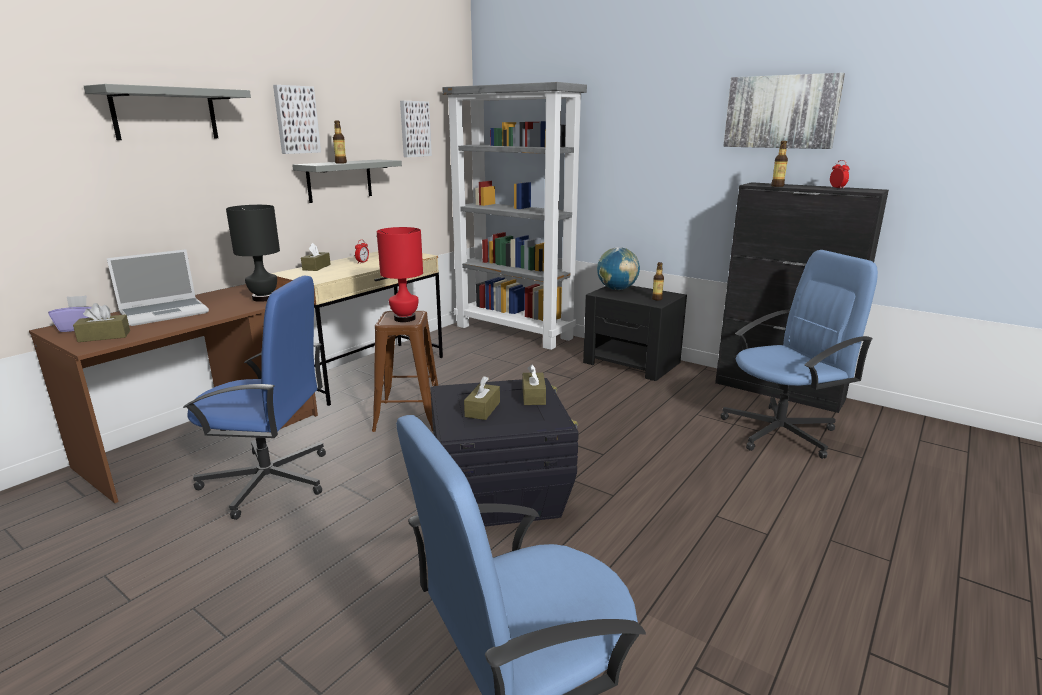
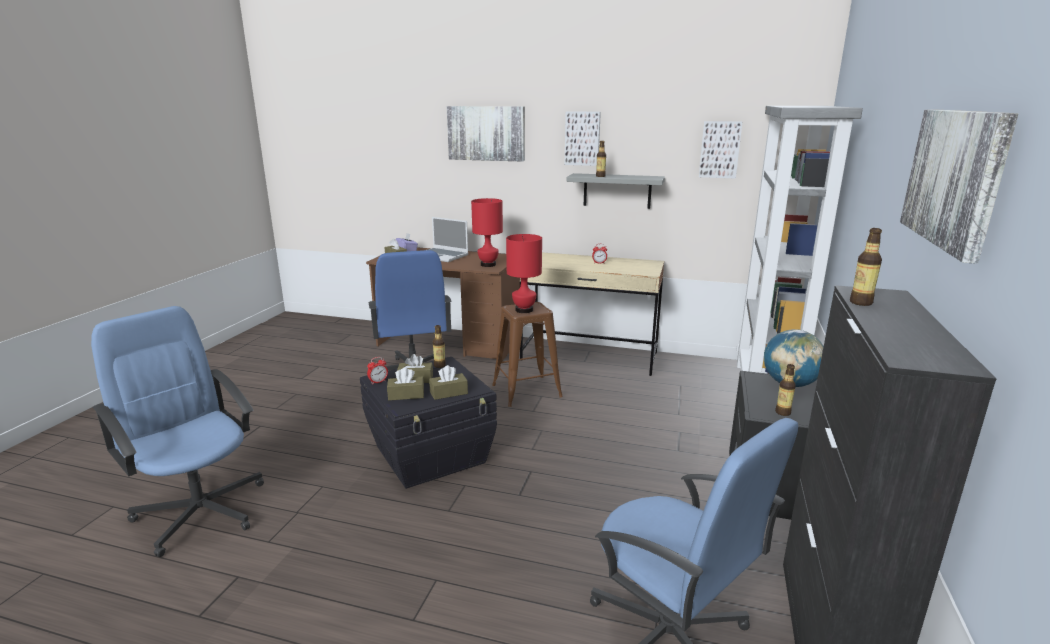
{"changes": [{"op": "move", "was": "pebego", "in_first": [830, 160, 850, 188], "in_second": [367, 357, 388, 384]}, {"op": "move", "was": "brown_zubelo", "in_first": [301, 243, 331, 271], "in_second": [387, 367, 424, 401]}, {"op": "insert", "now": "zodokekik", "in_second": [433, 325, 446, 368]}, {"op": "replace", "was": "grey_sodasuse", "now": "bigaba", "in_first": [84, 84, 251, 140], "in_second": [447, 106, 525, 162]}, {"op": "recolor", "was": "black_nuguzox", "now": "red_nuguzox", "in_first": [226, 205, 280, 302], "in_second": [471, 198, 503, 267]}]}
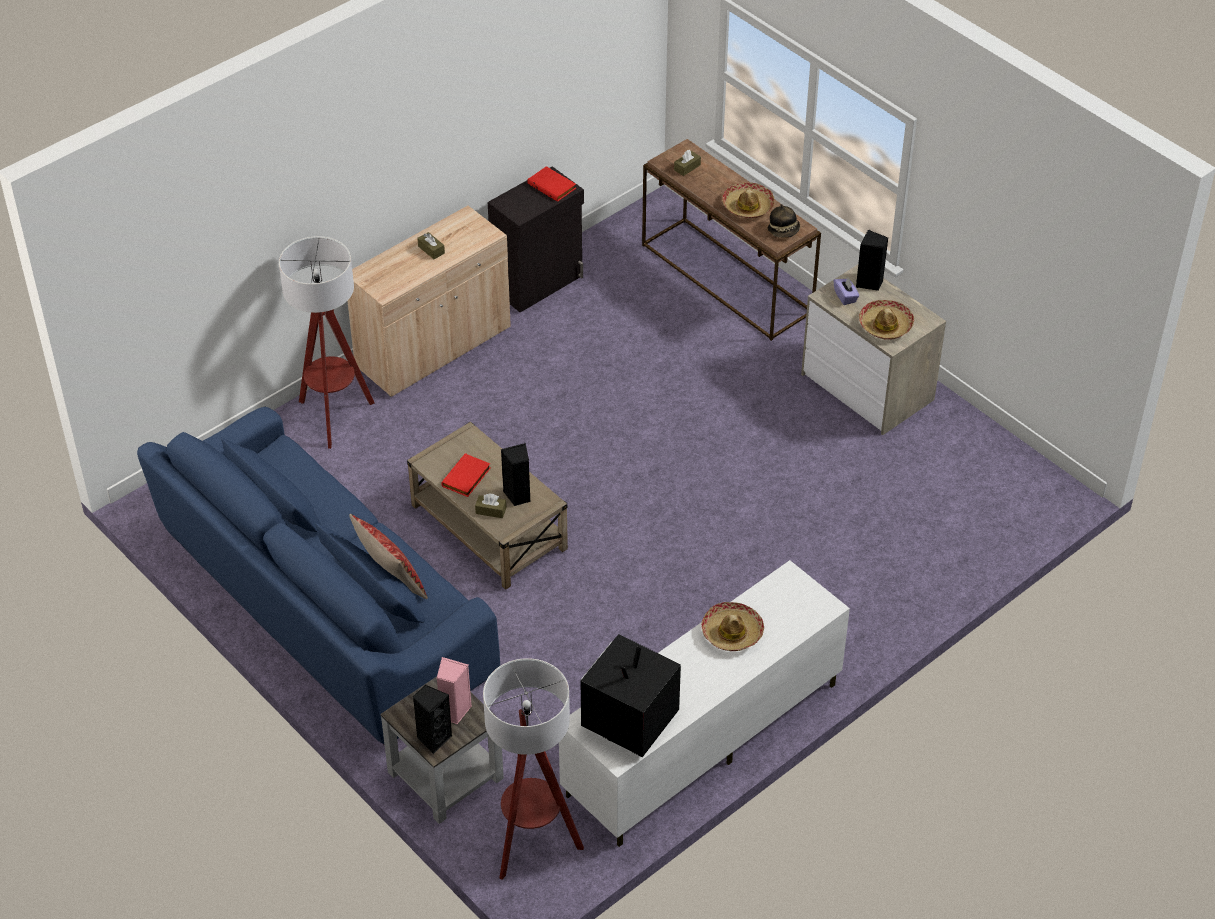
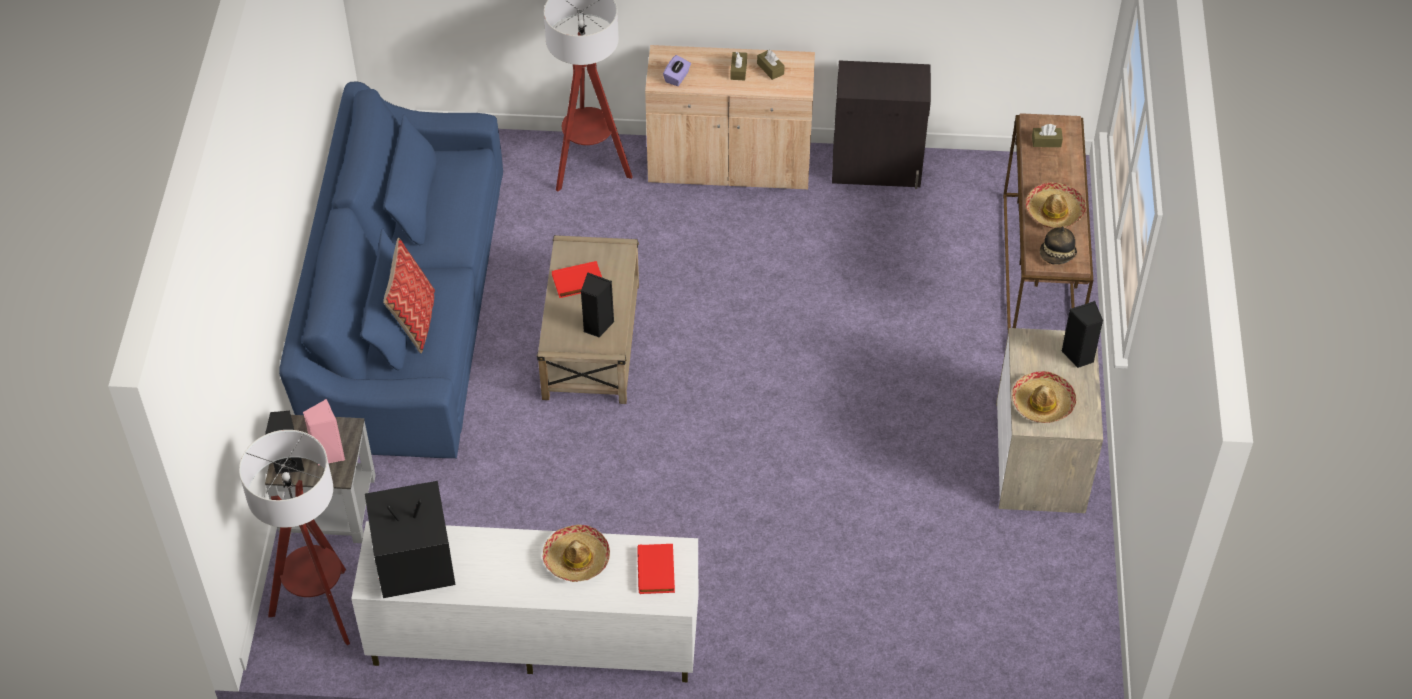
{"changes": [{"op": "move", "was": "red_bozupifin", "in_first": [527, 166, 576, 202], "in_second": [637, 544, 675, 594]}, {"op": "move", "was": "purple_zubelo", "in_first": [834, 278, 859, 305], "in_second": [663, 55, 691, 86]}, {"op": "move", "was": "brown_zubelo", "in_first": [475, 494, 506, 518], "in_second": [757, 50, 785, 80]}]}
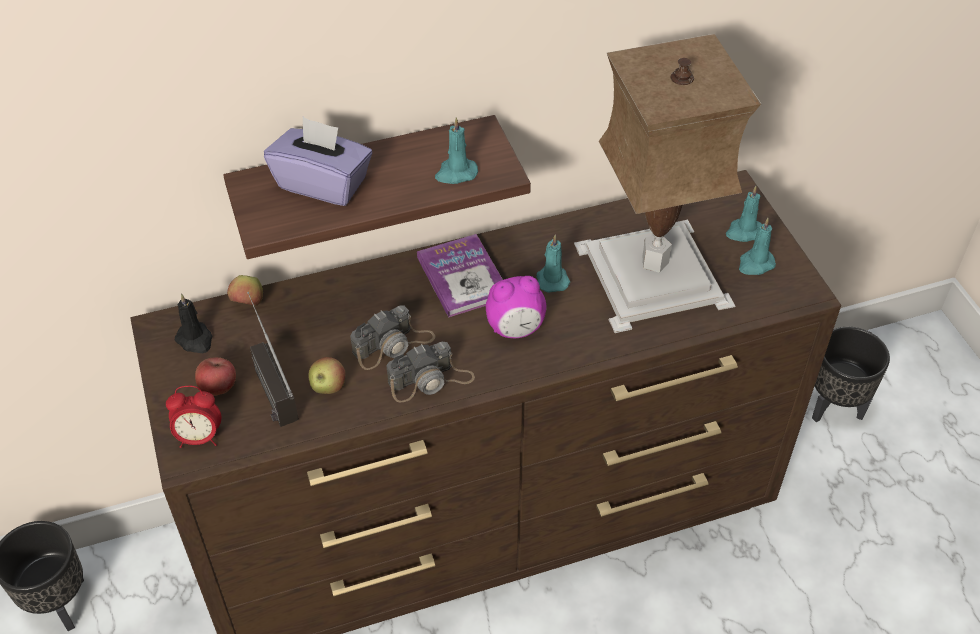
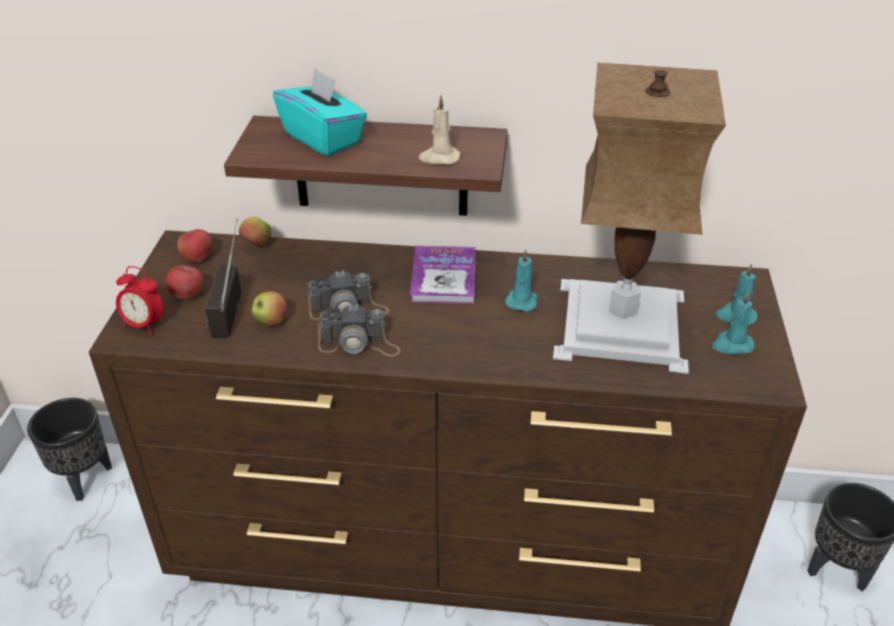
{"changes": [{"op": "replace", "was": "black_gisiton", "now": "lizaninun", "in_first": [175, 294, 213, 353], "in_second": [177, 229, 213, 263]}, {"op": "recolor", "was": "purple_zubelo", "now": "turquoise_zubelo", "in_first": [264, 117, 372, 206], "in_second": [273, 68, 367, 156]}, {"op": "recolor", "was": "turquoise_gisiton", "now": "beige_gisiton", "in_first": [435, 118, 478, 184], "in_second": [418, 95, 460, 165]}, {"op": "delete", "was": "pebego", "in_first": [486, 276, 547, 338]}]}
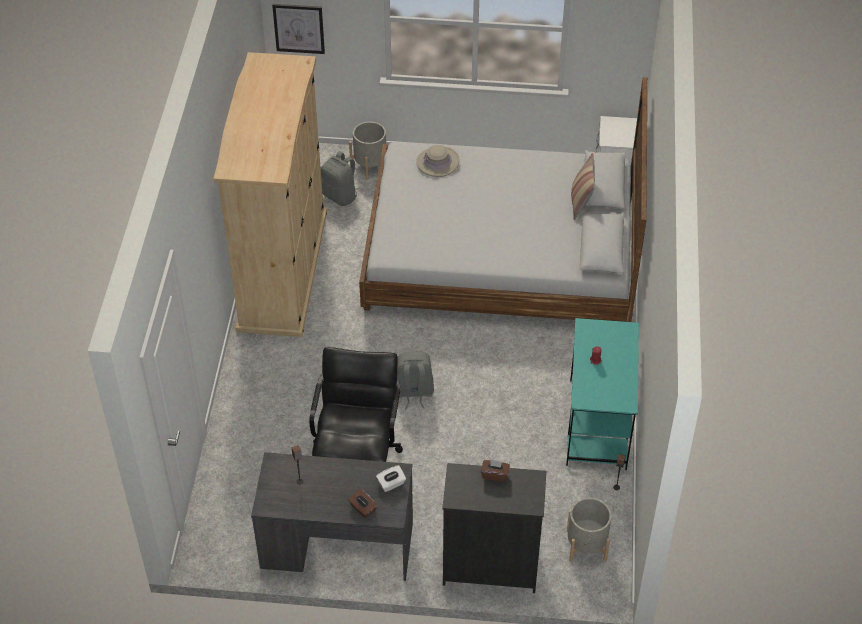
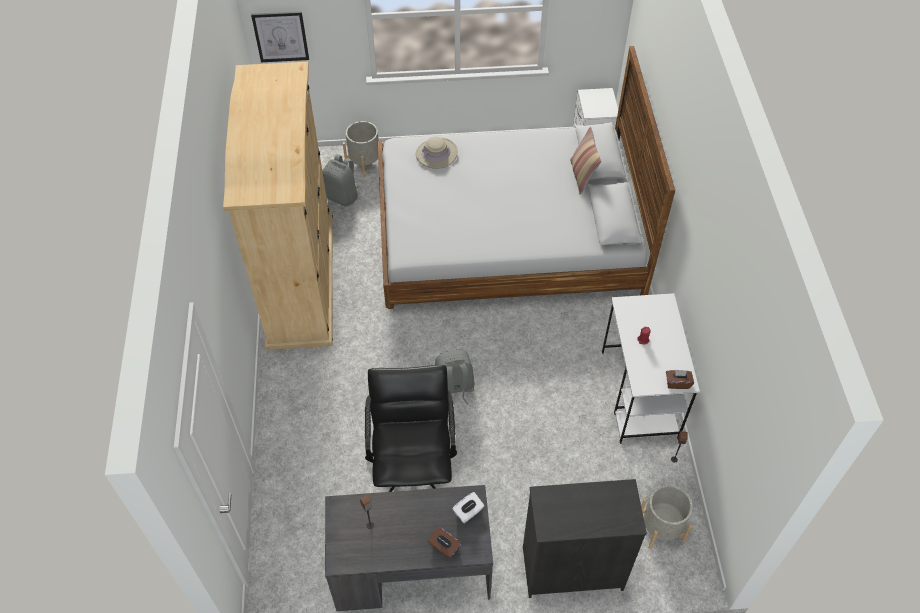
{"changes": [{"op": "recolor", "was": "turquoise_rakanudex", "now": "white_rakanudex", "in_first": [566, 318, 639, 470], "in_second": [602, 293, 700, 444]}, {"op": "move", "was": "brown_zubelo", "in_first": [480, 460, 510, 482], "in_second": [666, 370, 694, 389]}]}
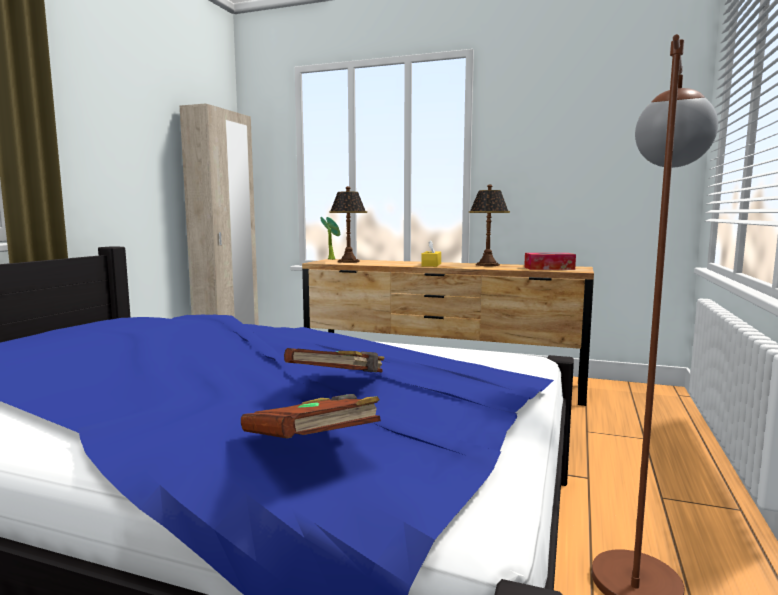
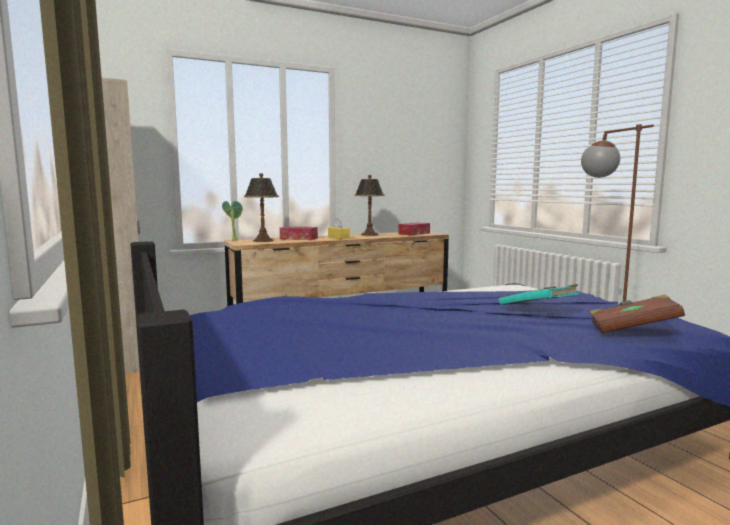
{"changes": [{"op": "insert", "now": "zubelo", "in_second": [280, 226, 318, 240]}, {"op": "recolor", "was": "brown_bozupifin", "now": "turquoise_bozupifin", "in_first": [284, 348, 385, 372], "in_second": [499, 284, 579, 305]}]}
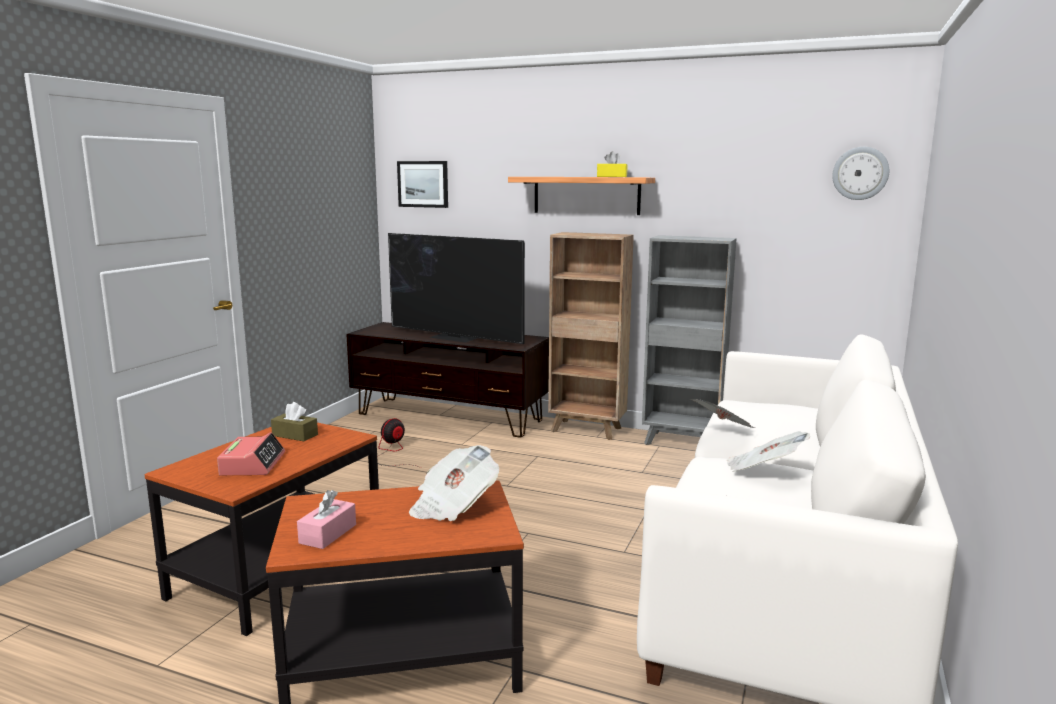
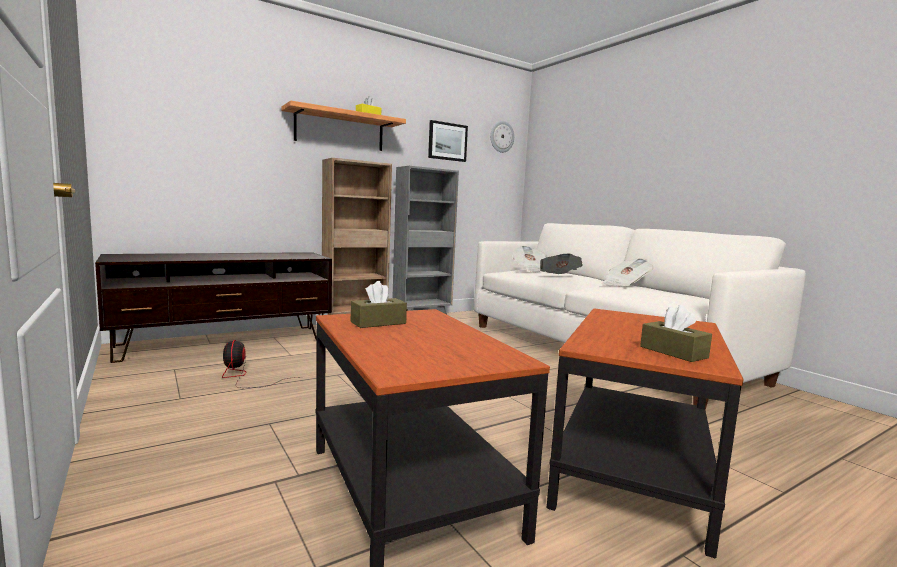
{"changes": [{"op": "move", "was": "bigaba", "in_first": [397, 161, 448, 208], "in_second": [428, 120, 468, 162]}, {"op": "move", "was": "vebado", "in_first": [409, 445, 499, 521], "in_second": [513, 246, 547, 272]}, {"op": "recolor", "was": "pink_zubelo", "now": "brown_zubelo", "in_first": [297, 490, 356, 549], "in_second": [640, 305, 712, 362]}, {"op": "delete", "was": "pebego", "in_first": [217, 432, 285, 475]}, {"op": "delete", "was": "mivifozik", "in_first": [388, 233, 525, 344]}]}
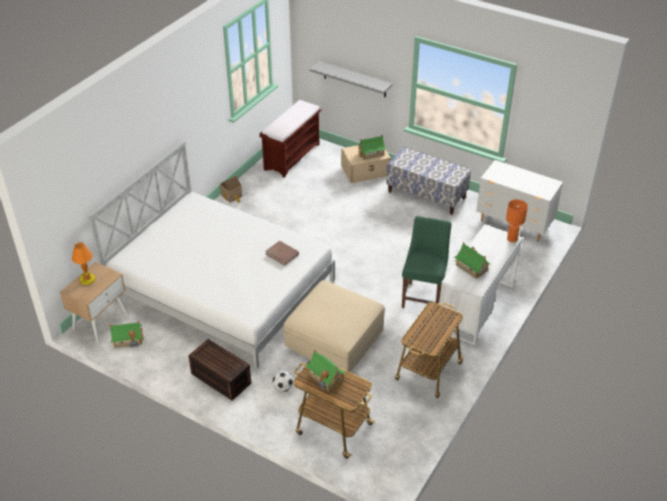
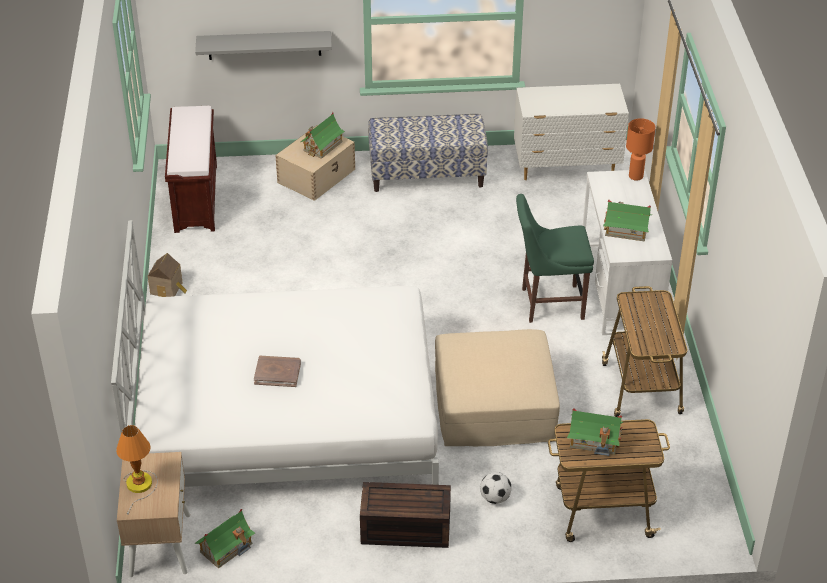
{"changes": [{"op": "move", "was": "brown_bozupifin", "in_first": [265, 241, 299, 266], "in_second": [254, 356, 301, 387]}, {"op": "rotate", "was": "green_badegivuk", "in_first": [402, 216, 451, 312], "in_second": [516, 194, 594, 323], "clockwise": -75}]}
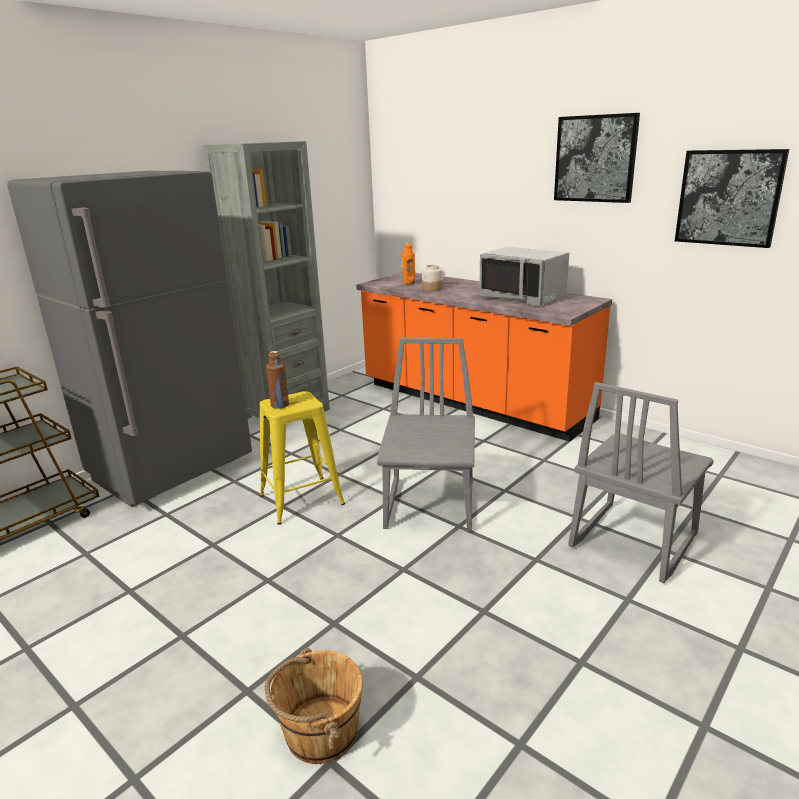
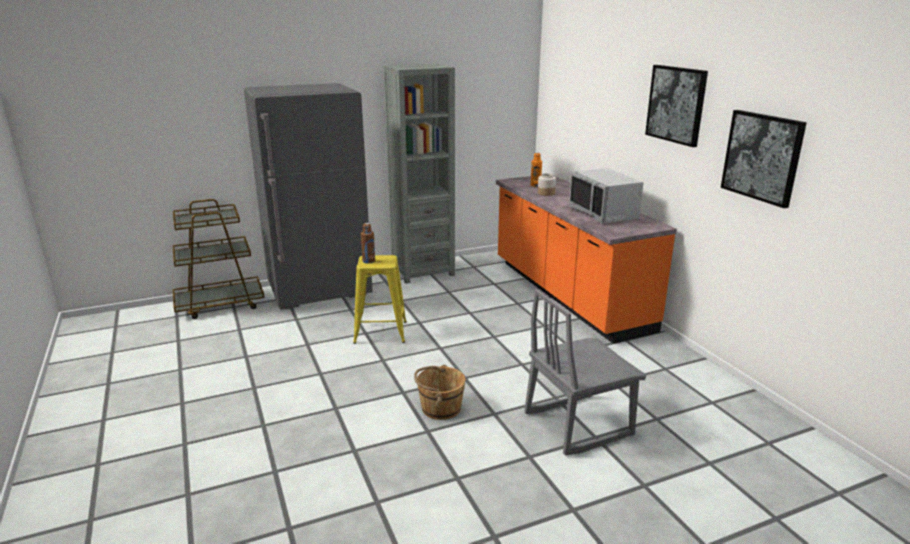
{"changes": [{"op": "move", "was": "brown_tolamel", "in_first": [265, 648, 363, 764], "in_second": [414, 365, 466, 420]}, {"op": "delete", "was": "grey_badegivuk", "in_first": [377, 338, 475, 532]}]}
